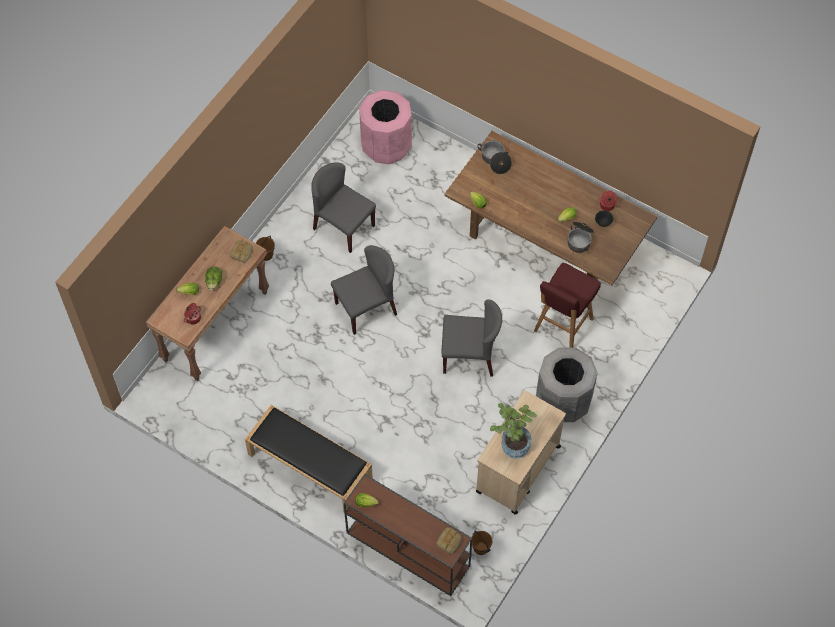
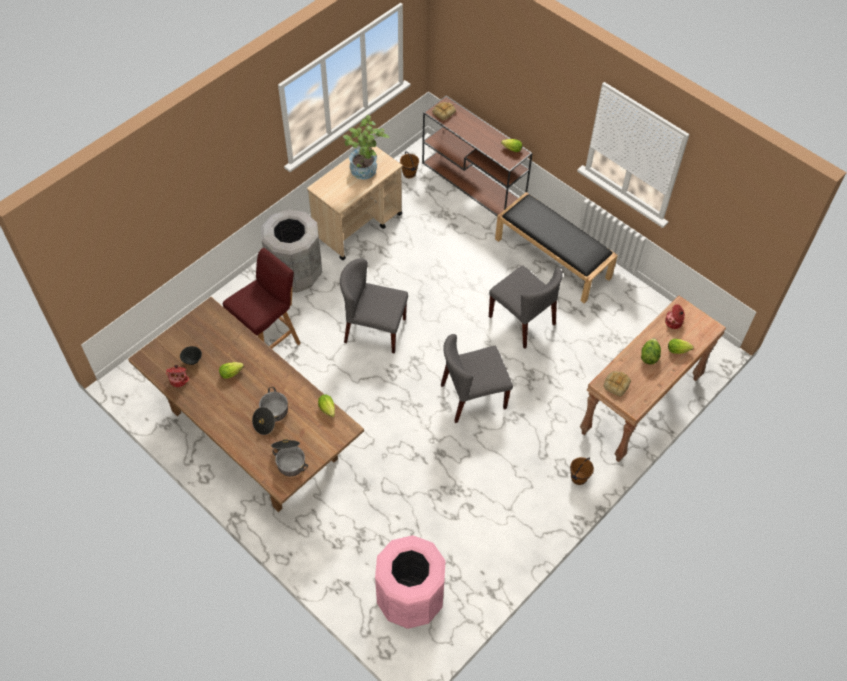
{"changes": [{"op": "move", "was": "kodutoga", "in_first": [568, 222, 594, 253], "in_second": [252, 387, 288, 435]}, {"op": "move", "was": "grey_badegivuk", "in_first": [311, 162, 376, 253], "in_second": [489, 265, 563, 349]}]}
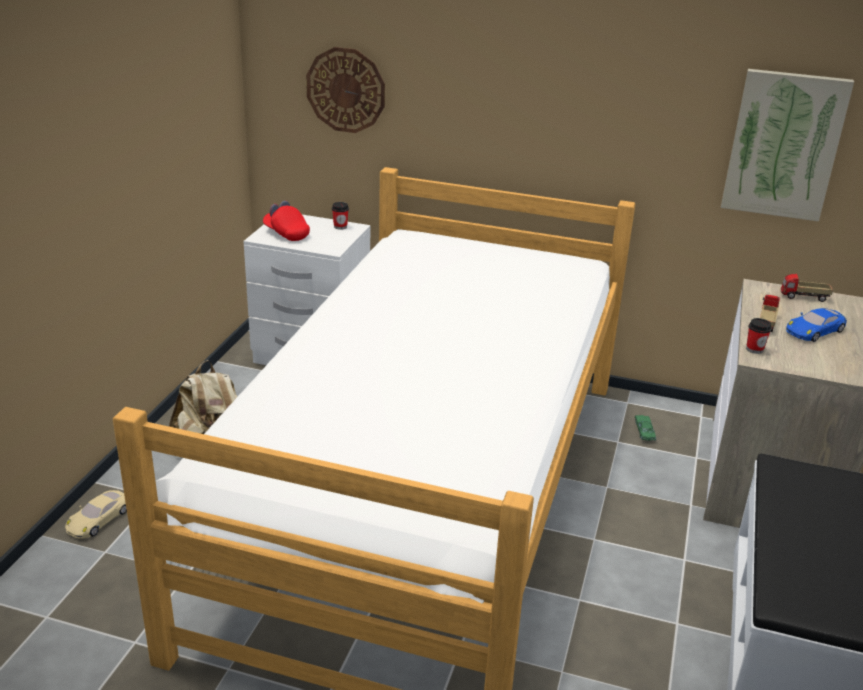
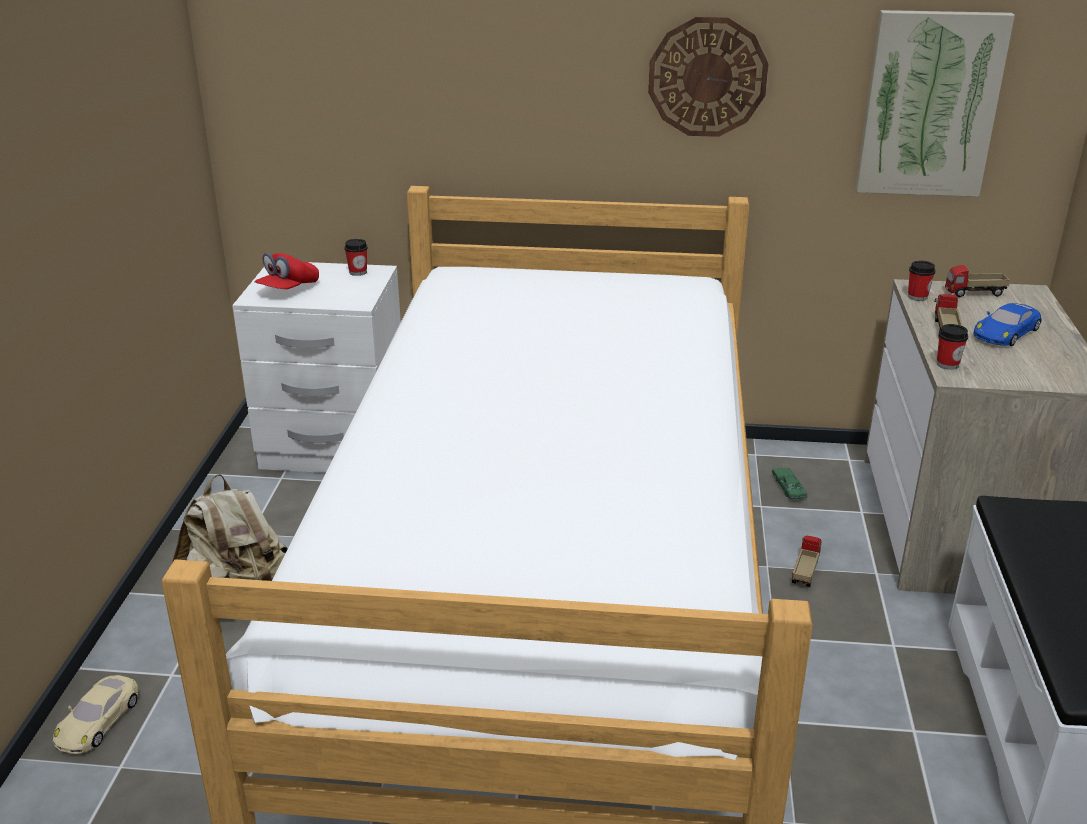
{"changes": [{"op": "rotate", "was": "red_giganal", "in_first": [263, 201, 310, 241], "in_second": [254, 253, 319, 289], "clockwise": -90}, {"op": "move", "was": "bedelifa", "in_first": [306, 47, 385, 133], "in_second": [648, 17, 768, 137]}, {"op": "insert", "now": "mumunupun", "in_second": [792, 536, 822, 587]}, {"op": "insert", "now": "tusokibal", "in_second": [908, 260, 936, 301]}]}
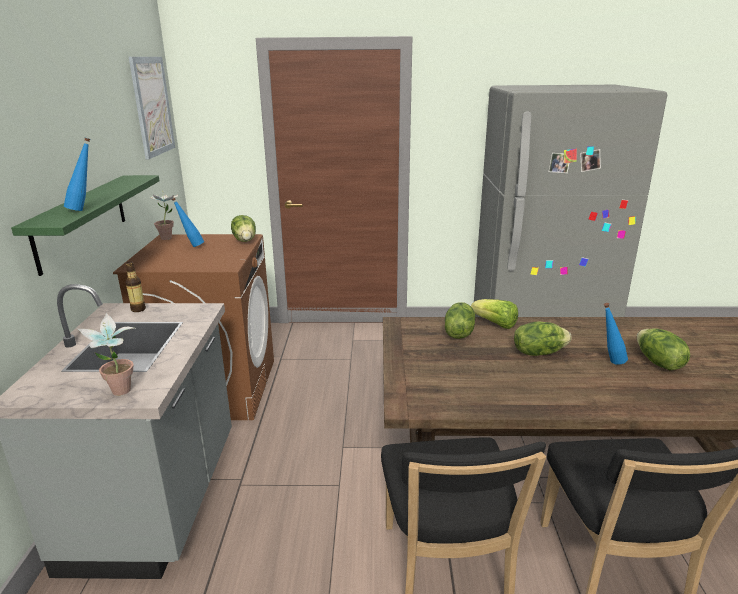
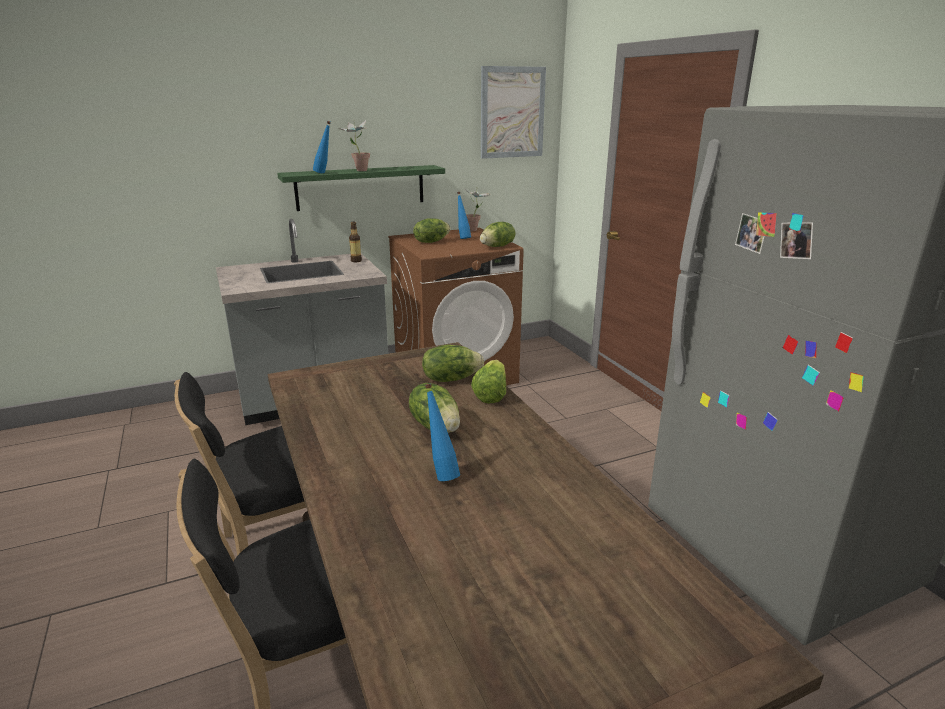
{"changes": [{"op": "move", "was": "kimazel", "in_first": [78, 313, 136, 396], "in_second": [339, 120, 370, 171]}, {"op": "move", "was": "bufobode", "in_first": [637, 328, 690, 370], "in_second": [413, 218, 450, 243]}]}
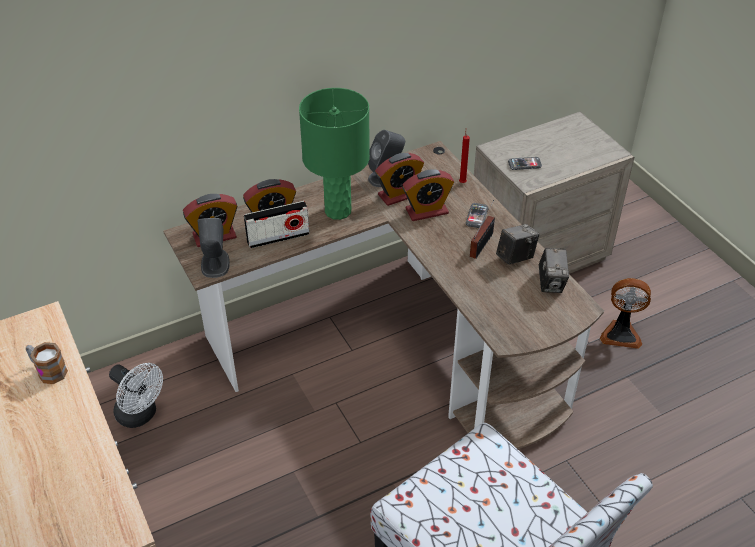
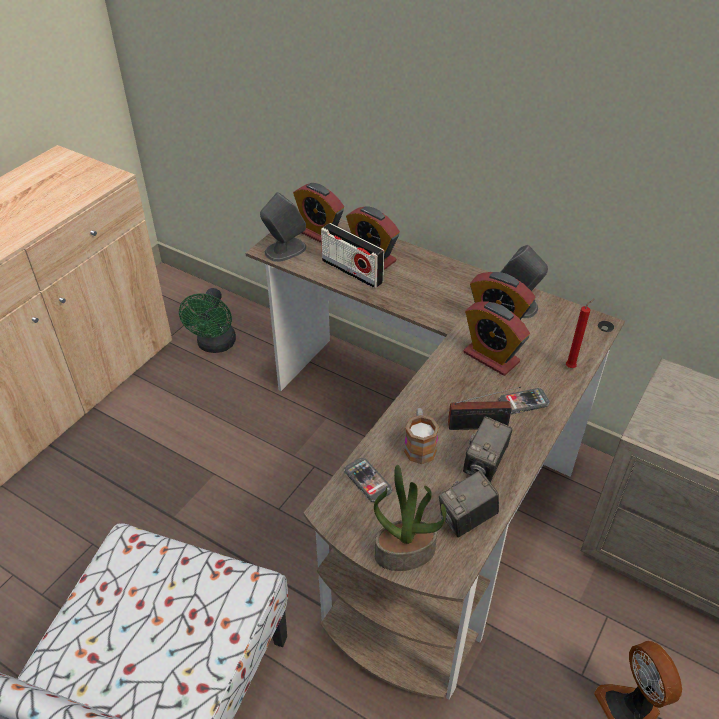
{"changes": [{"op": "recolor", "was": "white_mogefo", "now": "green_mogefo", "in_first": [109, 363, 163, 428], "in_second": [179, 288, 236, 353]}, {"op": "move", "was": "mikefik", "in_first": [508, 157, 542, 170], "in_second": [344, 458, 392, 502]}, {"op": "insert", "now": "kimazel", "in_second": [374, 465, 447, 571]}, {"op": "move", "was": "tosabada", "in_first": [26, 342, 68, 384], "in_second": [404, 408, 439, 464]}, {"op": "rotate", "was": "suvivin", "in_first": [496, 224, 539, 265], "in_second": [463, 416, 513, 482], "clockwise": 90}, {"op": "delete", "was": "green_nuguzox", "in_first": [299, 88, 370, 220]}]}
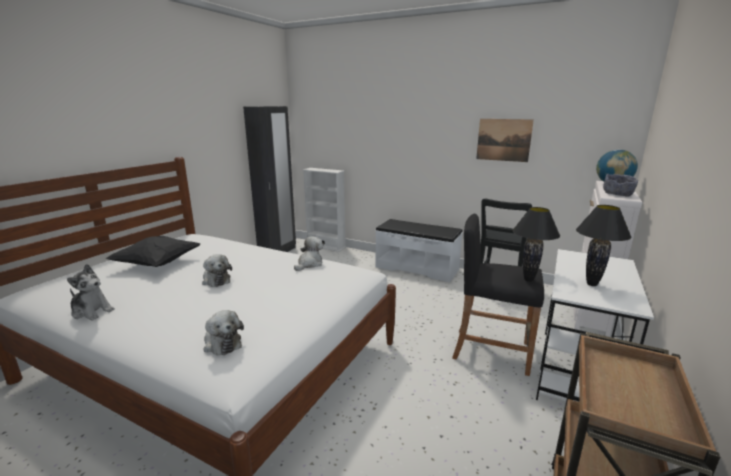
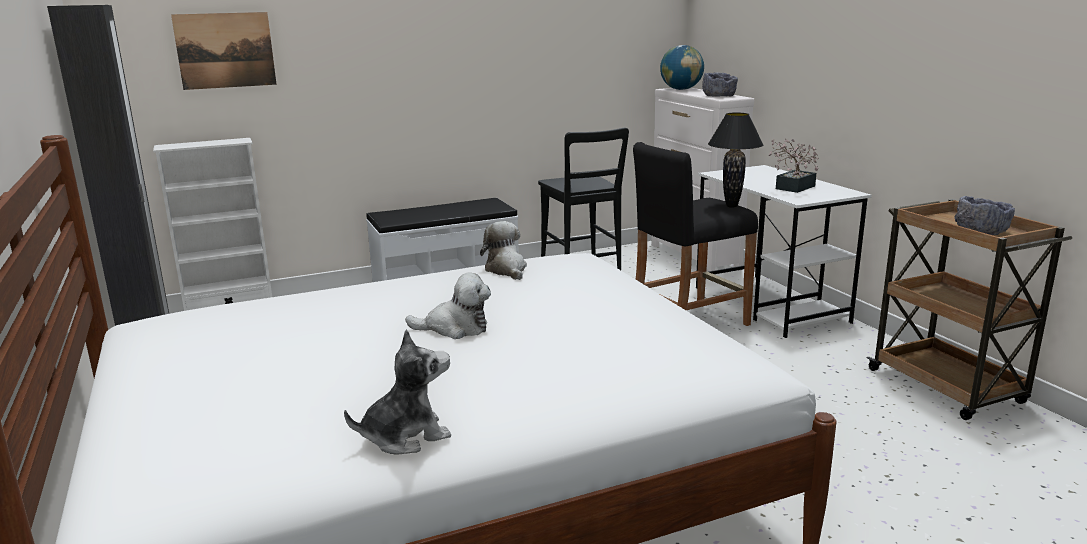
{"changes": [{"op": "move", "was": "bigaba", "in_first": [476, 119, 534, 162], "in_second": [171, 12, 277, 90]}, {"op": "replace", "was": "black_nuguzox", "now": "kimazel", "in_first": [576, 205, 632, 286], "in_second": [768, 138, 819, 193]}, {"op": "insert", "now": "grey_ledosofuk", "in_second": [954, 196, 1015, 235]}, {"op": "delete", "was": "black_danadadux", "in_first": [105, 236, 200, 267]}, {"op": "delete", "was": "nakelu", "in_first": [204, 310, 244, 355]}]}
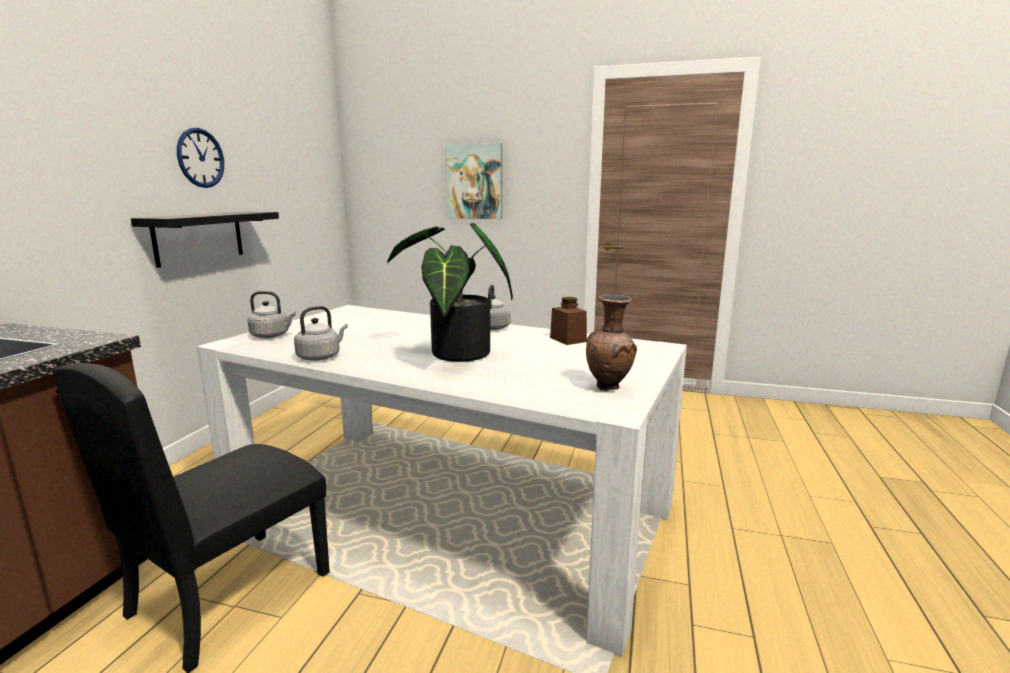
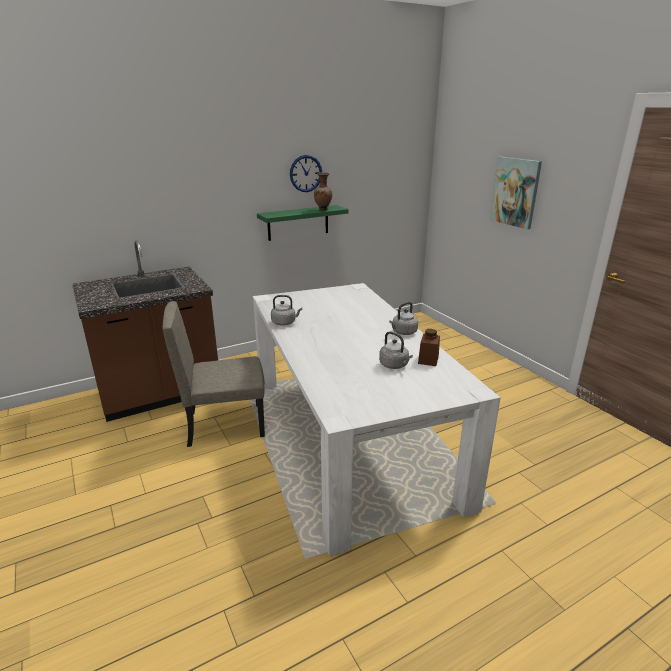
{"changes": [{"op": "recolor", "was": "black_badegivuk", "now": "beige_badegivuk", "in_first": [53, 363, 330, 673], "in_second": [162, 301, 265, 447]}, {"op": "recolor", "was": "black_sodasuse", "now": "green_sodasuse", "in_first": [131, 212, 279, 268], "in_second": [257, 205, 348, 241]}, {"op": "move", "was": "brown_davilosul", "in_first": [586, 294, 637, 391], "in_second": [314, 172, 332, 211]}, {"op": "move", "was": "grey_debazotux", "in_first": [248, 291, 296, 338], "in_second": [379, 331, 413, 369]}, {"op": "delete", "was": "kimazel", "in_first": [387, 223, 513, 362]}]}
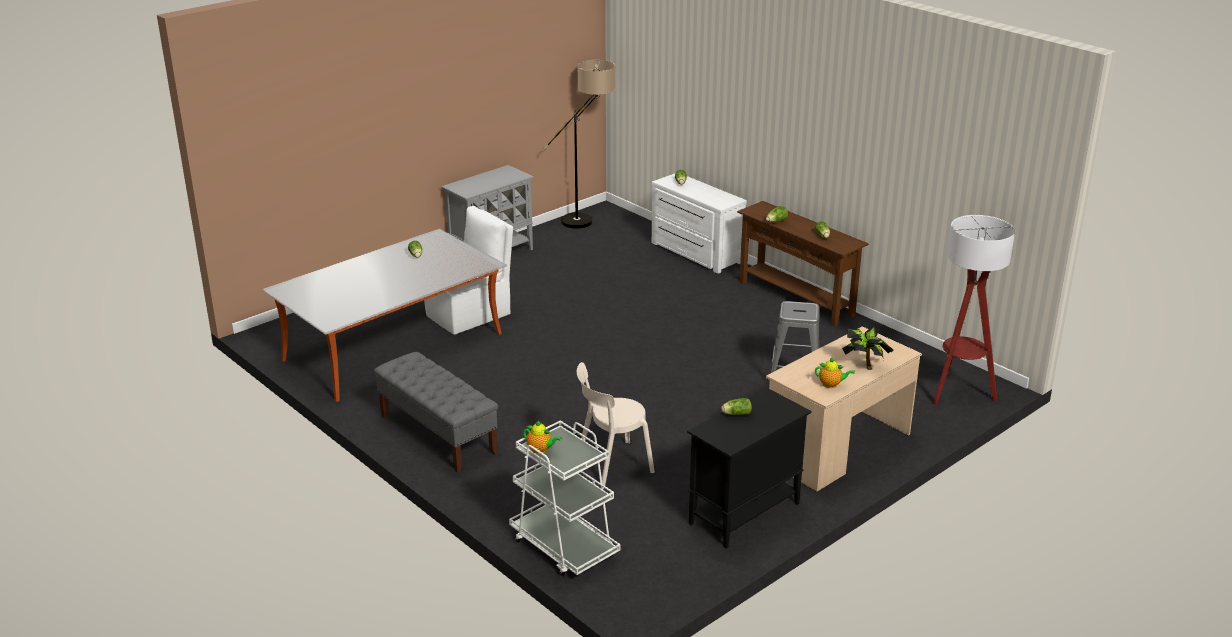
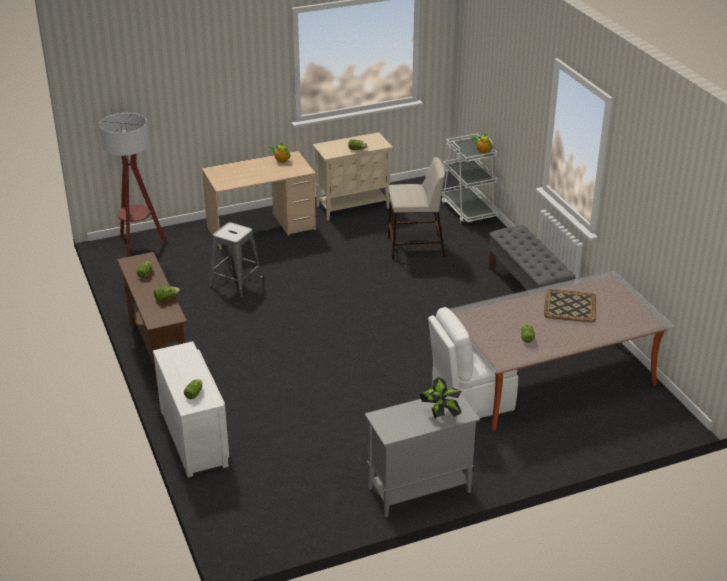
{"changes": [{"op": "recolor", "was": "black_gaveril", "now": "beige_gaveril", "in_first": [687, 388, 811, 548], "in_second": [312, 132, 393, 221]}, {"op": "replace", "was": "beige_badegivuk", "now": "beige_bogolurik", "in_first": [577, 362, 655, 486], "in_second": [388, 157, 445, 260]}, {"op": "move", "was": "kimazel", "in_first": [842, 326, 893, 370], "in_second": [420, 377, 463, 419]}, {"op": "insert", "now": "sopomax", "in_second": [544, 289, 596, 322]}, {"op": "delete", "was": "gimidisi", "in_first": [542, 60, 615, 228]}]}
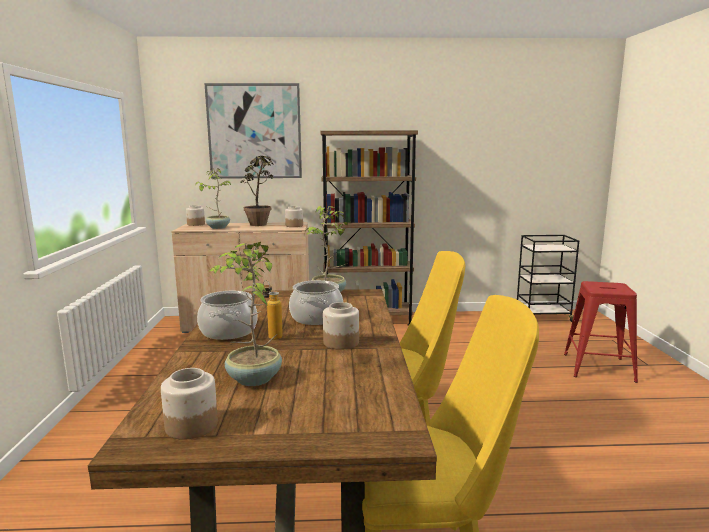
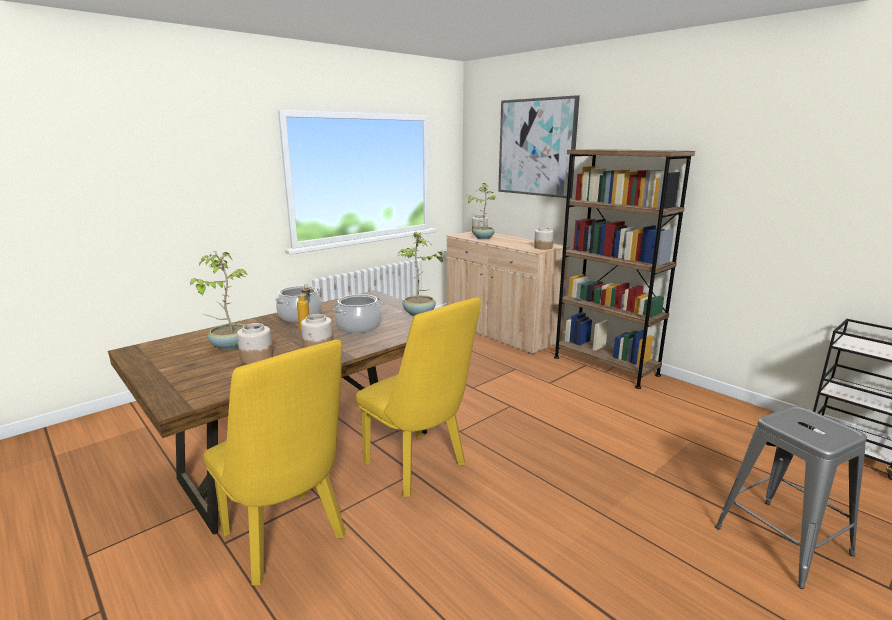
{"changes": [{"op": "move", "was": "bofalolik", "in_first": [161, 368, 218, 440], "in_second": [237, 323, 273, 364]}, {"op": "recolor", "was": "red_bogolurik", "now": "grey_bogolurik", "in_first": [564, 281, 638, 383], "in_second": [715, 406, 867, 589]}, {"op": "delete", "was": "kimazel", "in_first": [240, 156, 274, 226]}]}
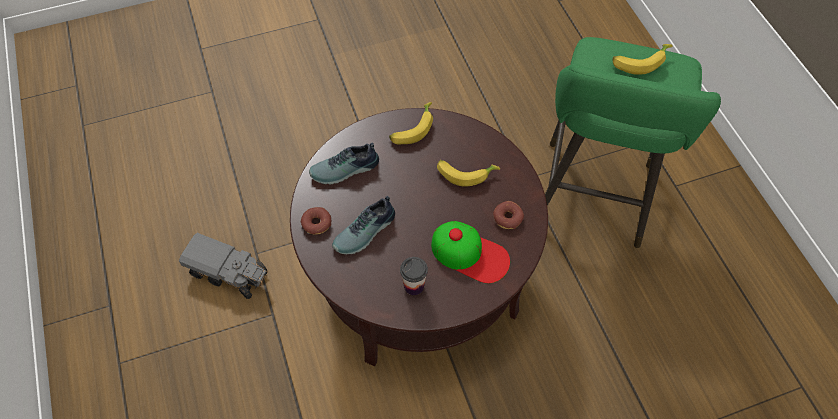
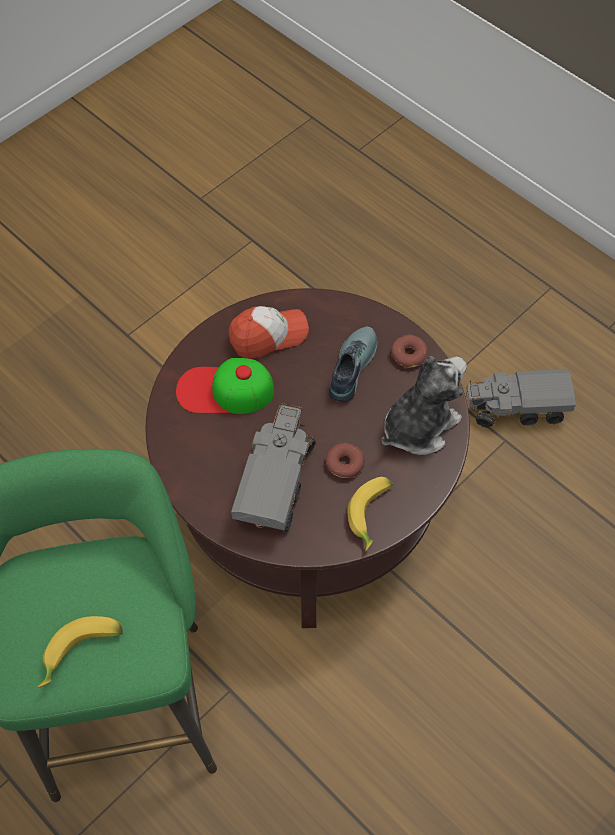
{"changes": [{"op": "replace", "was": "tusokibal", "now": "giganal", "in_first": [400, 257, 428, 295], "in_second": [229, 306, 309, 359]}, {"op": "replace", "was": "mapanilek", "now": "mumunupun", "in_first": [437, 160, 500, 187], "in_second": [231, 403, 316, 532]}, {"op": "move", "was": "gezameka", "in_first": [493, 201, 524, 229], "in_second": [326, 443, 365, 478]}, {"op": "replace", "was": "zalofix", "now": "nakelu", "in_first": [309, 143, 379, 184], "in_second": [382, 356, 467, 455]}]}
